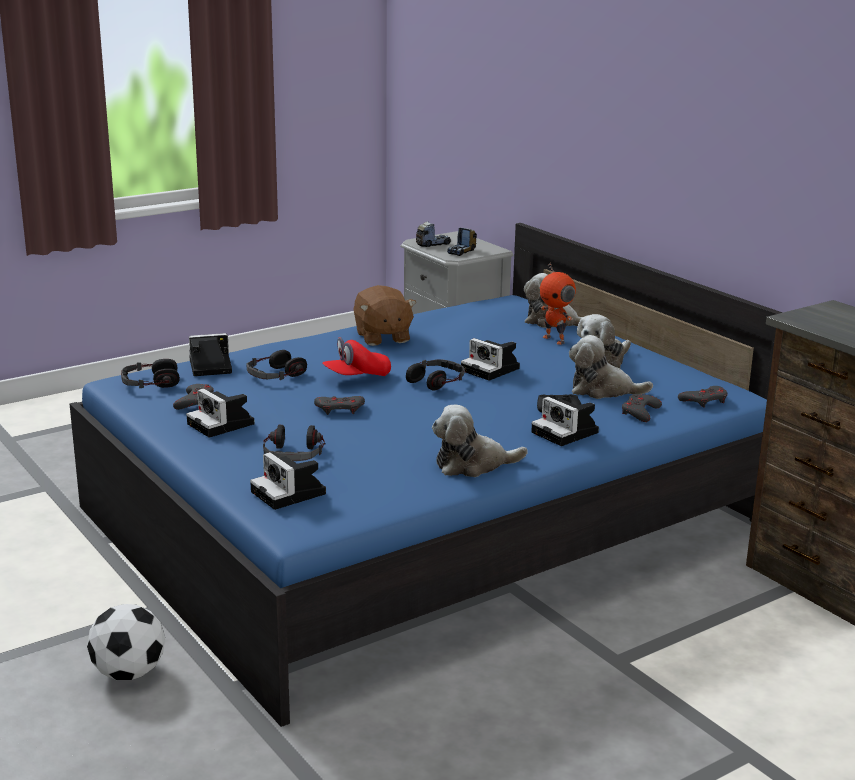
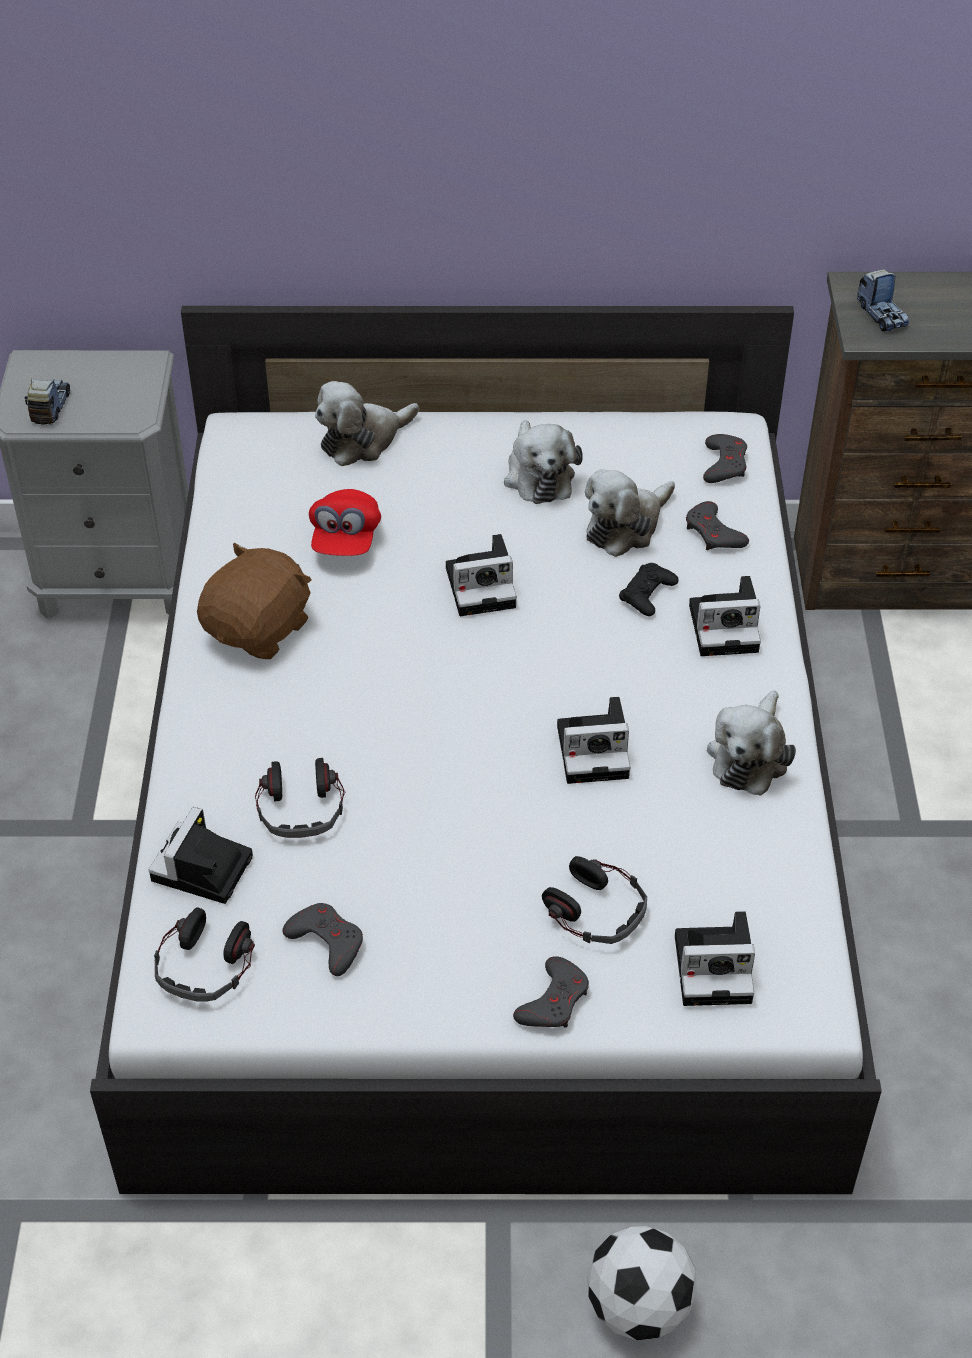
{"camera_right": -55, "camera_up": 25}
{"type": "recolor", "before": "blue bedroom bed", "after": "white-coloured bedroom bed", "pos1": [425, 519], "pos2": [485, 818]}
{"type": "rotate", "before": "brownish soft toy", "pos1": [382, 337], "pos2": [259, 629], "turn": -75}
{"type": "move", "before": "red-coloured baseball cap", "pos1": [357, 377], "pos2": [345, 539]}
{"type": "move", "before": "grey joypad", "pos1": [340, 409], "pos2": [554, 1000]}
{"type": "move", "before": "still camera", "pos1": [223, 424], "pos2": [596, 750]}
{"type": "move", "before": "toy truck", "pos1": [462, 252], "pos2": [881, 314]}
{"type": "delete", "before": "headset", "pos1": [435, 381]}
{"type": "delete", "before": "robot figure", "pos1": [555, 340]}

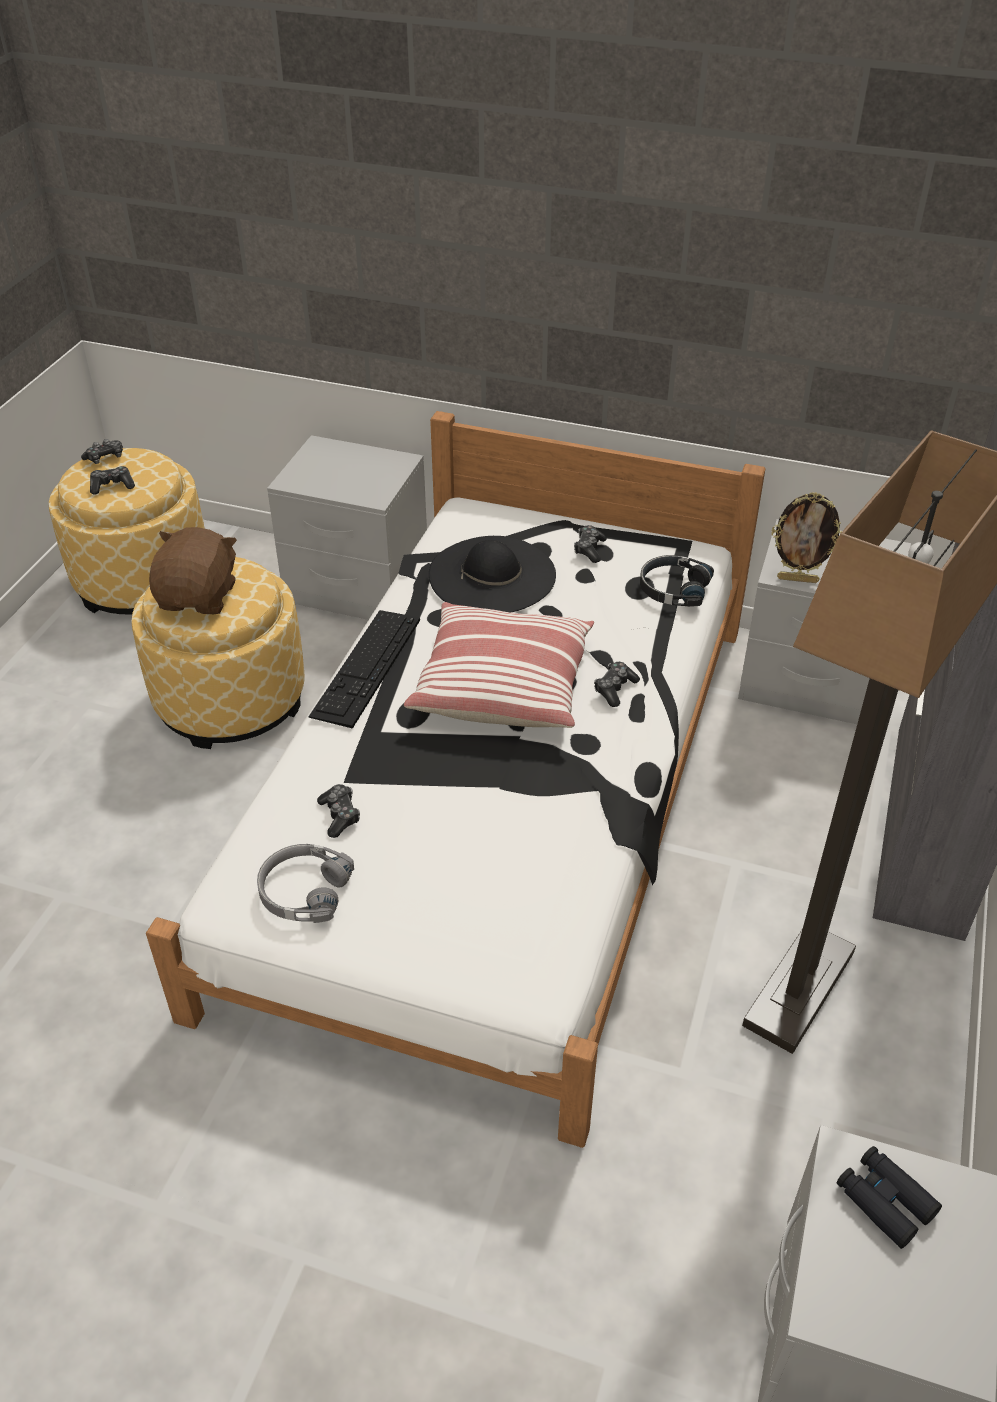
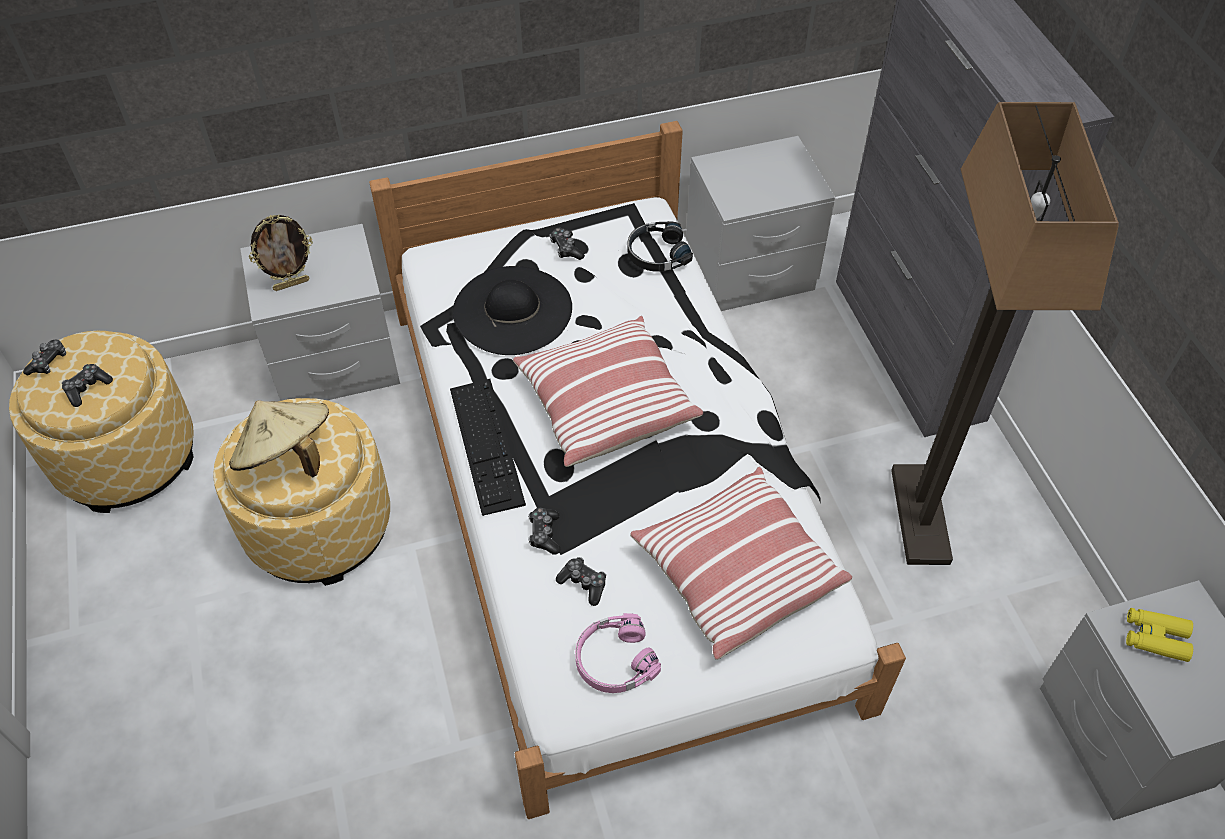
{"camera_right": -35, "camera_up": 10}
{"type": "replace", "before": "brownish soft toy", "after": "beige-coloured wearable hat", "pos1": [199, 597], "pos2": [287, 458]}
{"type": "move", "before": "photo frame", "pos1": [797, 579], "pos2": [291, 284]}
{"type": "move", "before": "joypad", "pos1": [614, 689], "pos2": [544, 534]}
{"type": "recolor", "before": "grey headset", "after": "pink headset", "pos1": [303, 891], "pos2": [614, 660]}
{"type": "insert", "after": "throw pillow", "pos2": [735, 573]}
{"type": "recolor", "before": "black pair of binoculars", "after": "yellow pair of binoculars", "pos1": [884, 1201], "pos2": [1155, 637]}

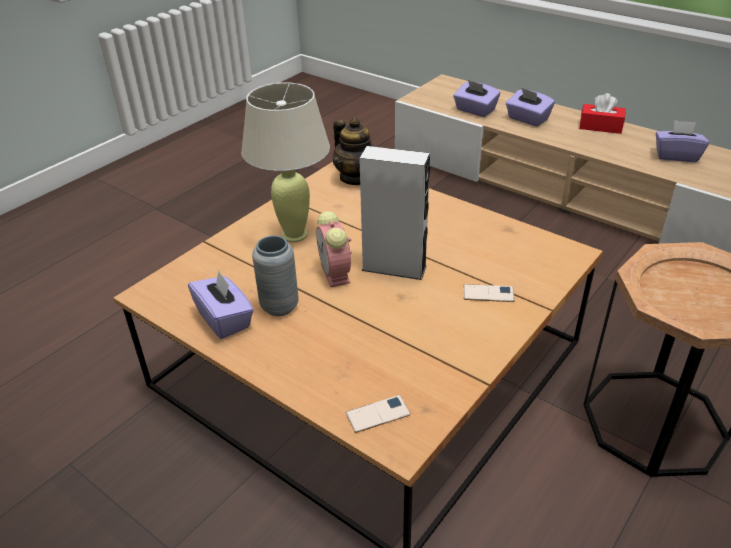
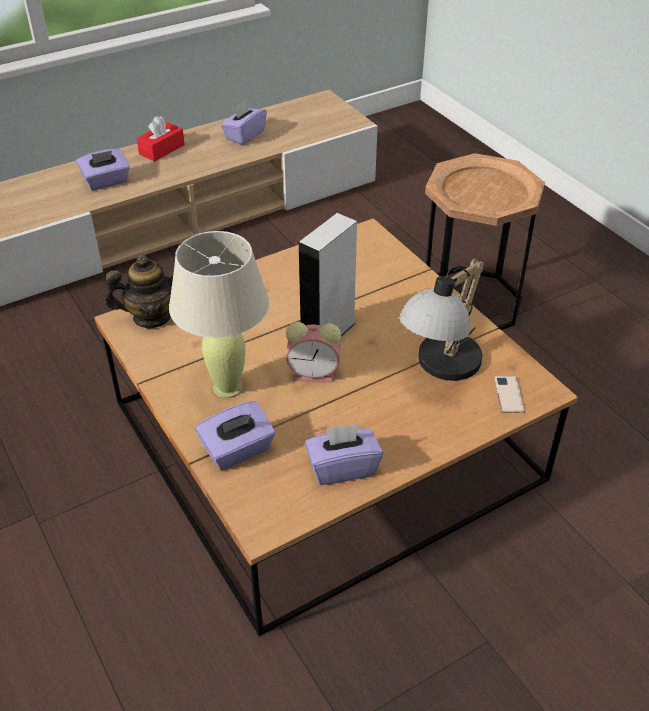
{"camera_right": -70, "camera_up": 5}
{"type": "move", "before": "purple-coloured box of tissues", "pos1": [475, 110], "pos2": [238, 450]}
{"type": "insert", "after": "table lamp", "pos2": [441, 369]}
{"type": "delete", "before": "grey decorative vase", "pos1": [279, 306]}
{"type": "delete", "before": "phone", "pos1": [488, 293]}

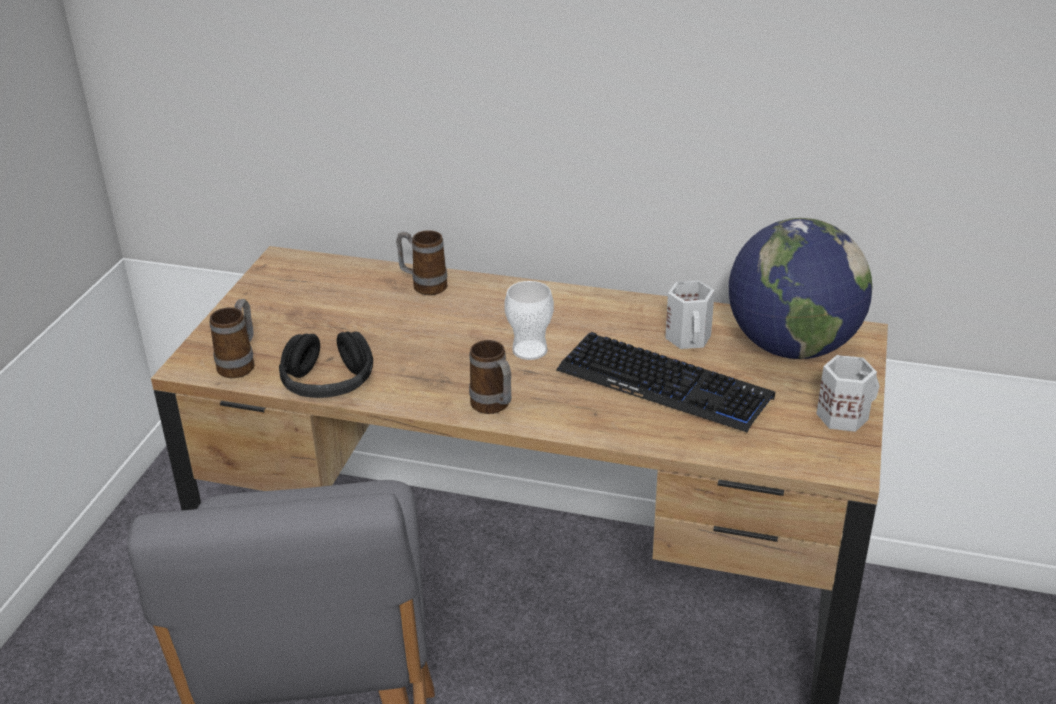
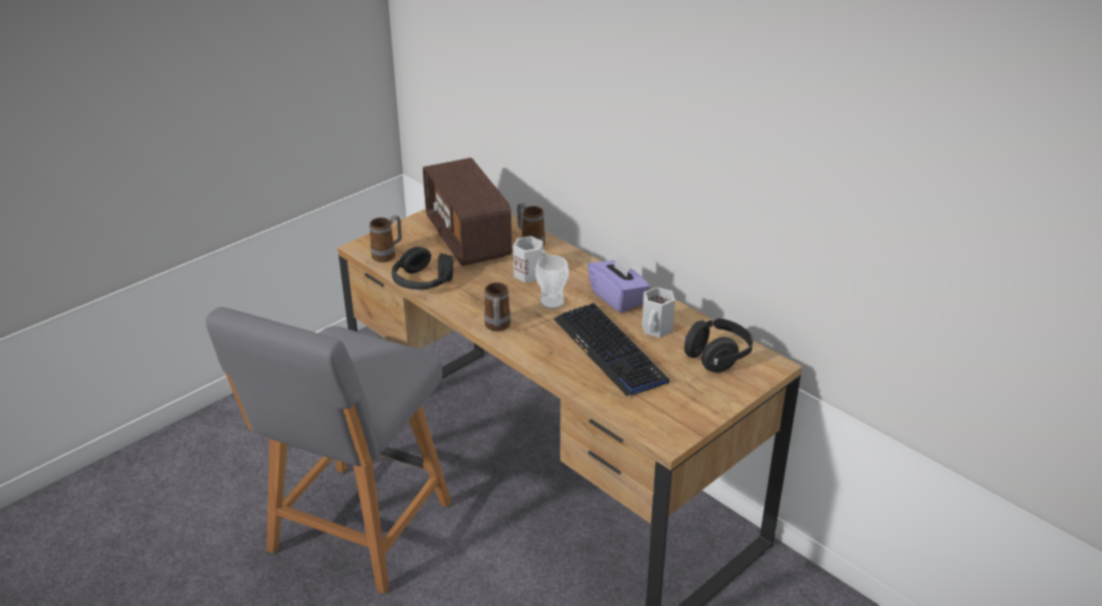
{"camera_right": 30, "camera_up": 0}
{"type": "insert", "after": "radio", "pos2": [468, 238]}
{"type": "move", "before": "white-coloured mug", "pos1": [843, 415], "pos2": [530, 273]}
{"type": "insert", "after": "purple-coloured box of tissues", "pos2": [618, 298]}
{"type": "replace", "before": "world globe", "after": "black headset", "pos1": [791, 347], "pos2": [717, 357]}

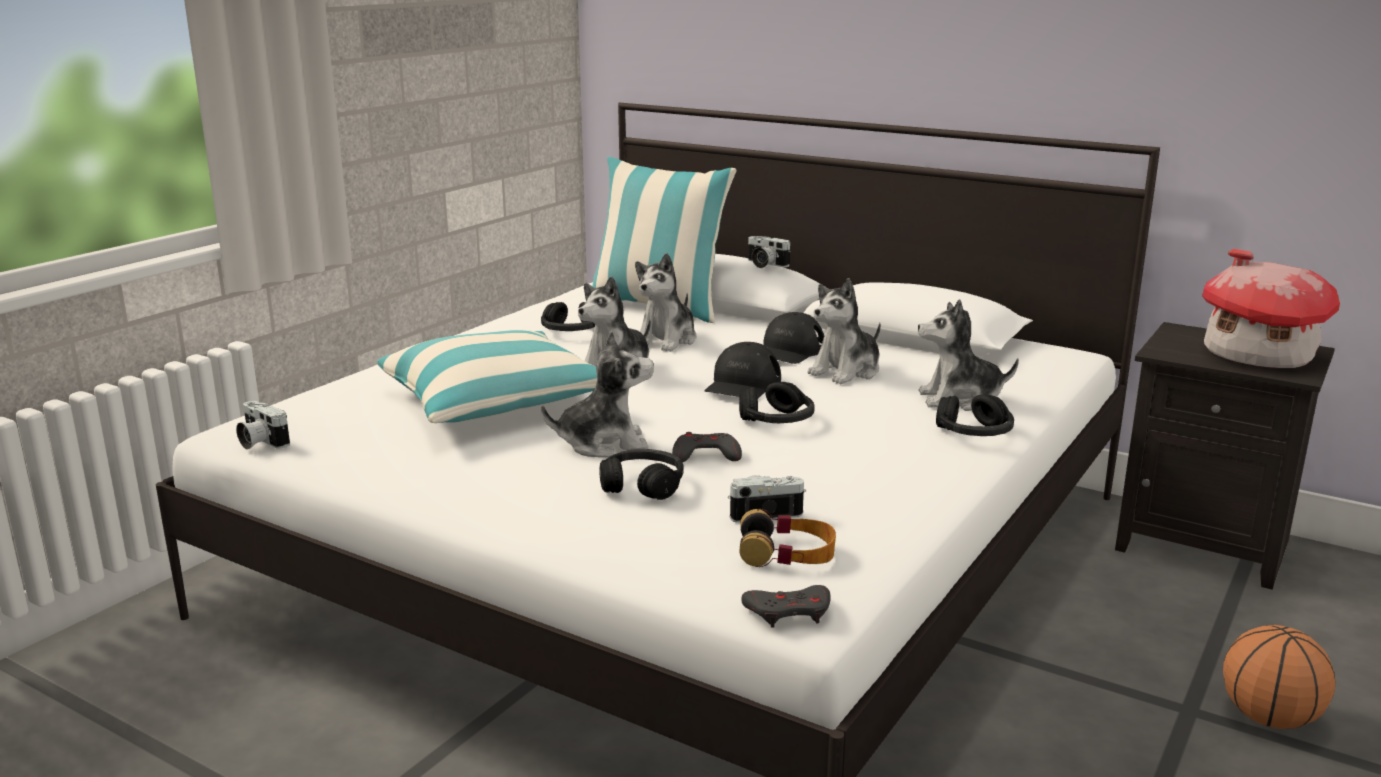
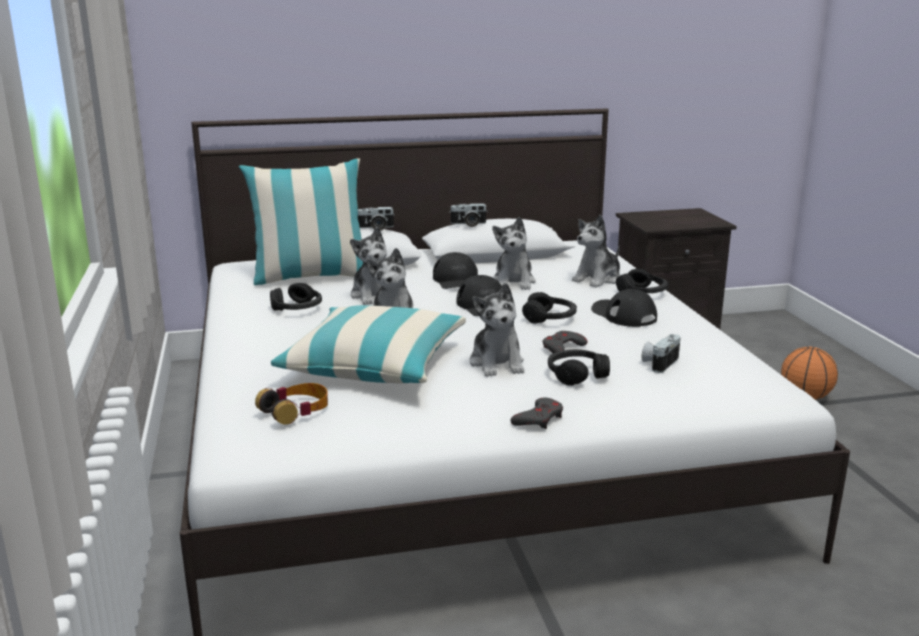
{"camera_right": -45, "camera_up": 0}
{"type": "move", "before": "headset", "pos1": [787, 553], "pos2": [295, 410]}
{"type": "move", "before": "still camera", "pos1": [260, 442], "pos2": [468, 224]}
{"type": "rotate", "before": "soft toy", "pos1": [603, 443], "pos2": [497, 363], "turn": 135}
{"type": "move", "before": "grey joypad", "pos1": [789, 612], "pos2": [539, 419]}
{"type": "insert", "after": "black baseball cap", "pos2": [623, 315]}
{"type": "delete", "before": "toy house", "pos1": [1255, 355]}

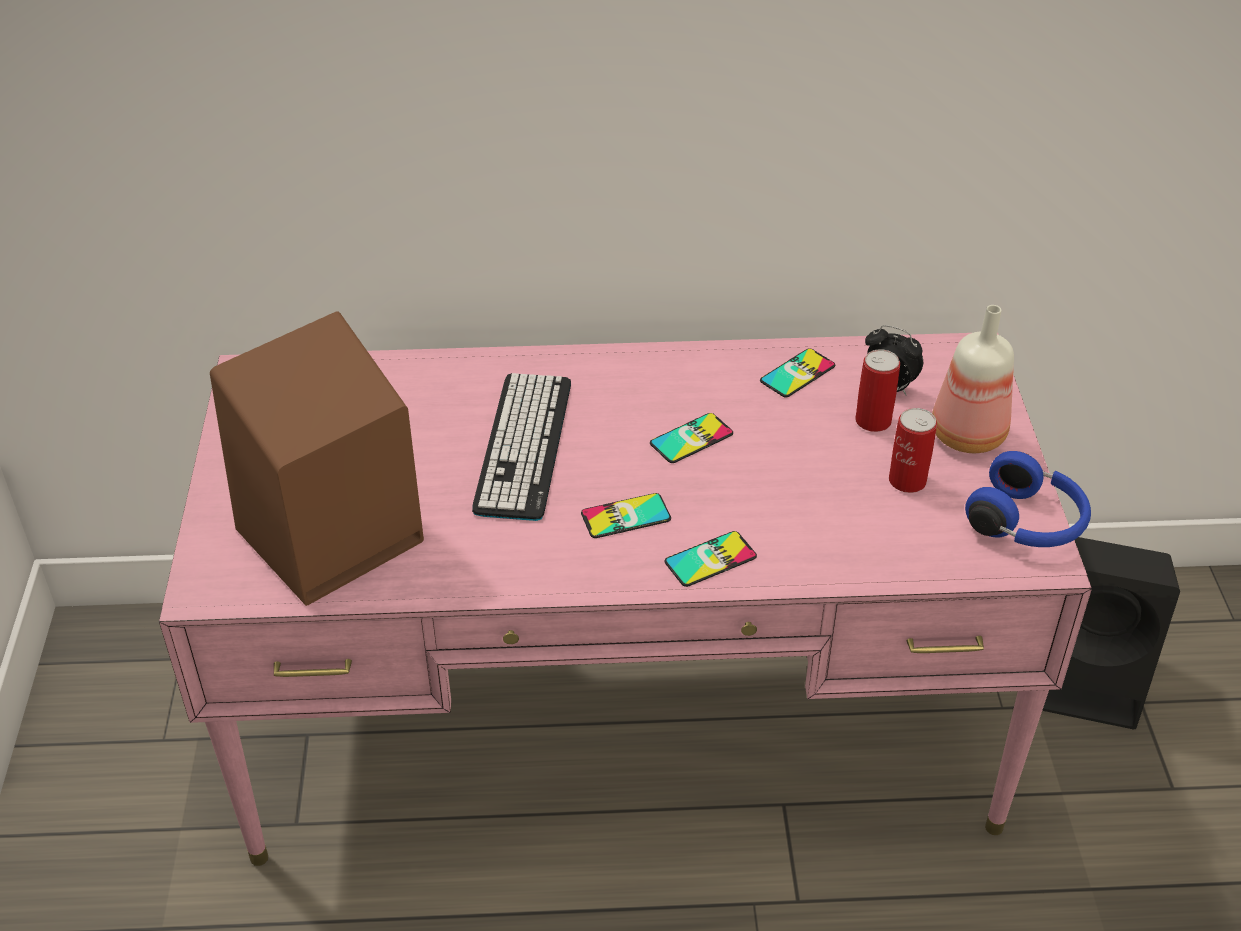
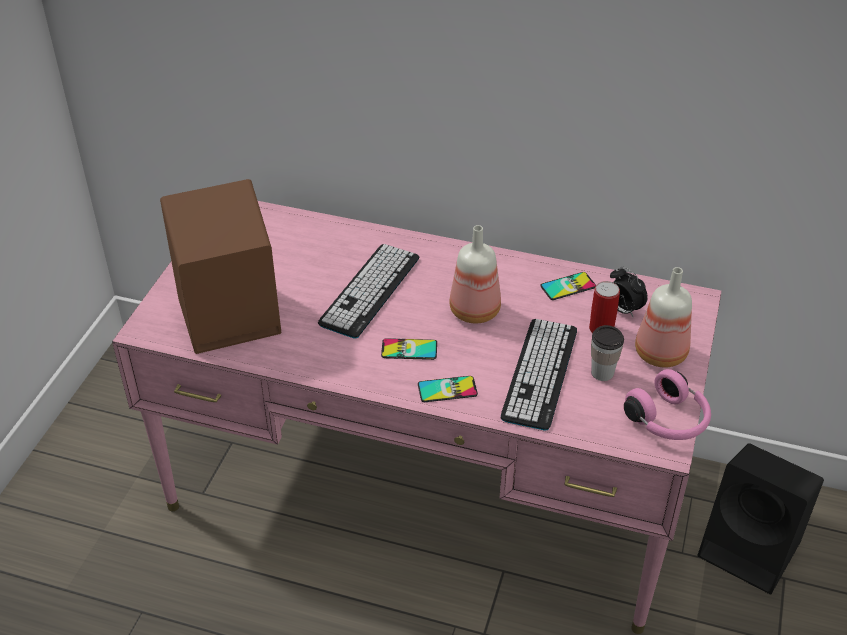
{"camera_right": 20, "camera_up": 0}
{"type": "replace", "before": "phone", "after": "drink bottle", "pos1": [691, 439], "pos2": [476, 311]}
{"type": "insert", "after": "computer keyboard", "pos2": [540, 373]}
{"type": "replace", "before": "sealed can", "after": "drinking cup", "pos1": [907, 481], "pos2": [602, 373]}
{"type": "recolor", "before": "blue headset", "after": "pink headset", "pos1": [1027, 523], "pos2": [668, 421]}

